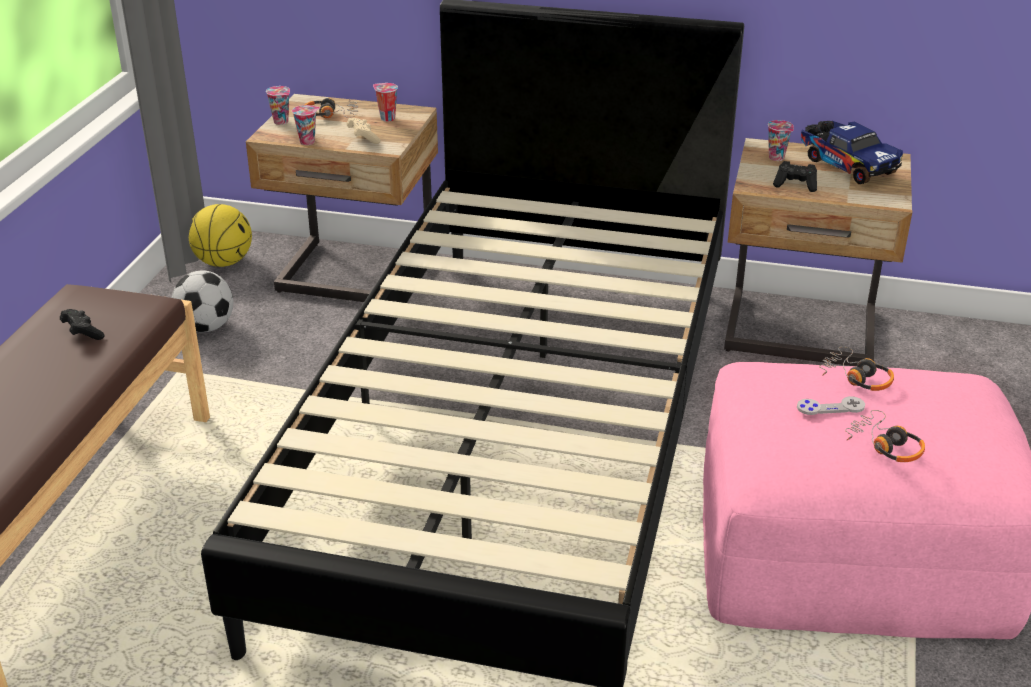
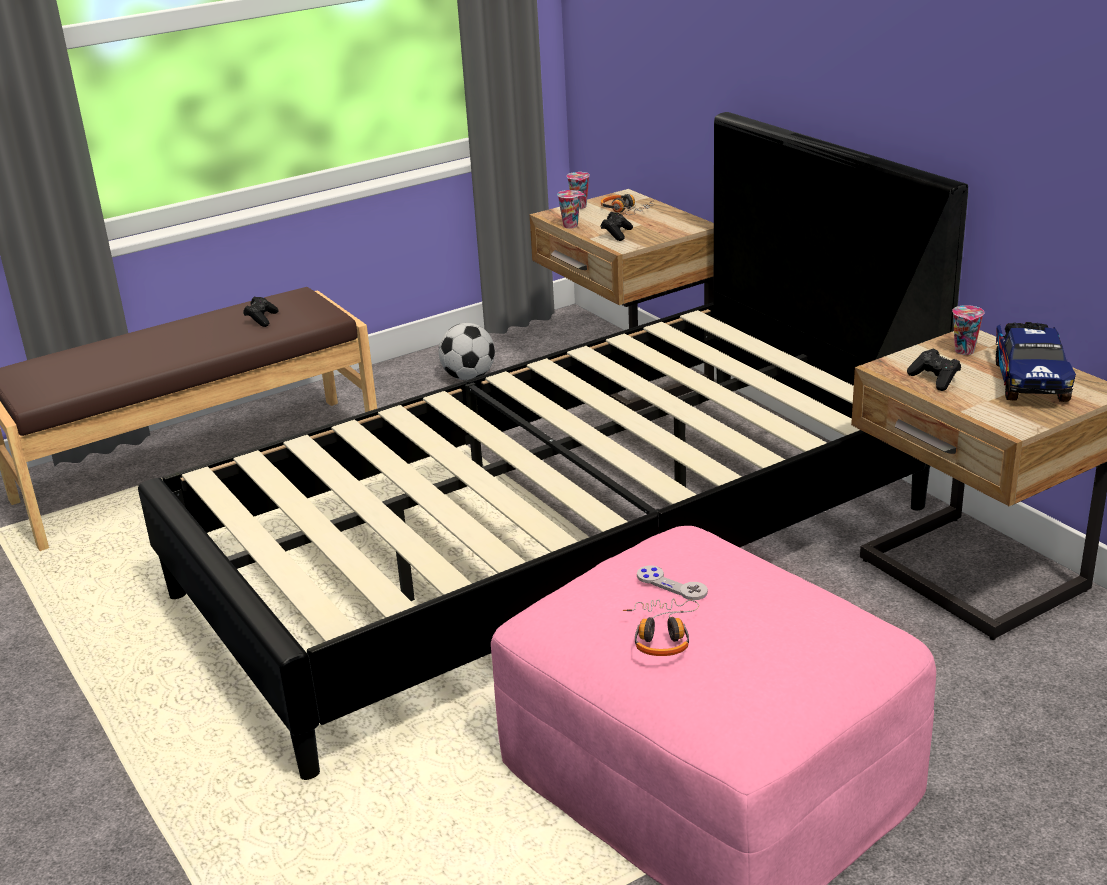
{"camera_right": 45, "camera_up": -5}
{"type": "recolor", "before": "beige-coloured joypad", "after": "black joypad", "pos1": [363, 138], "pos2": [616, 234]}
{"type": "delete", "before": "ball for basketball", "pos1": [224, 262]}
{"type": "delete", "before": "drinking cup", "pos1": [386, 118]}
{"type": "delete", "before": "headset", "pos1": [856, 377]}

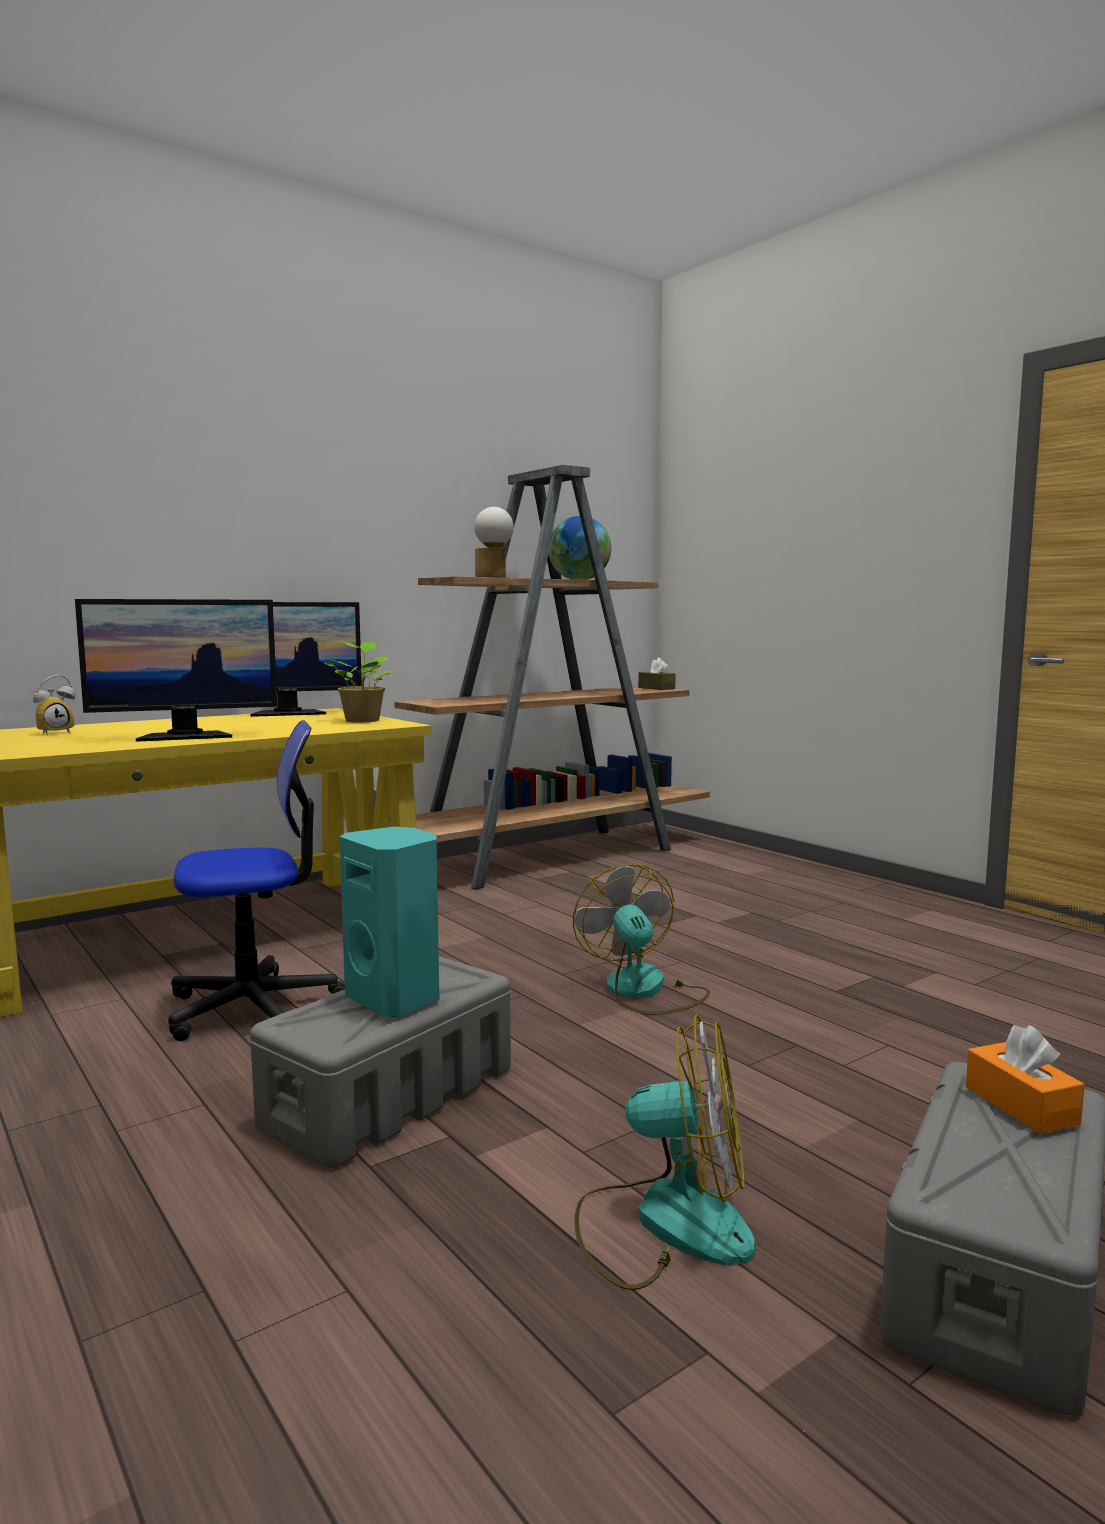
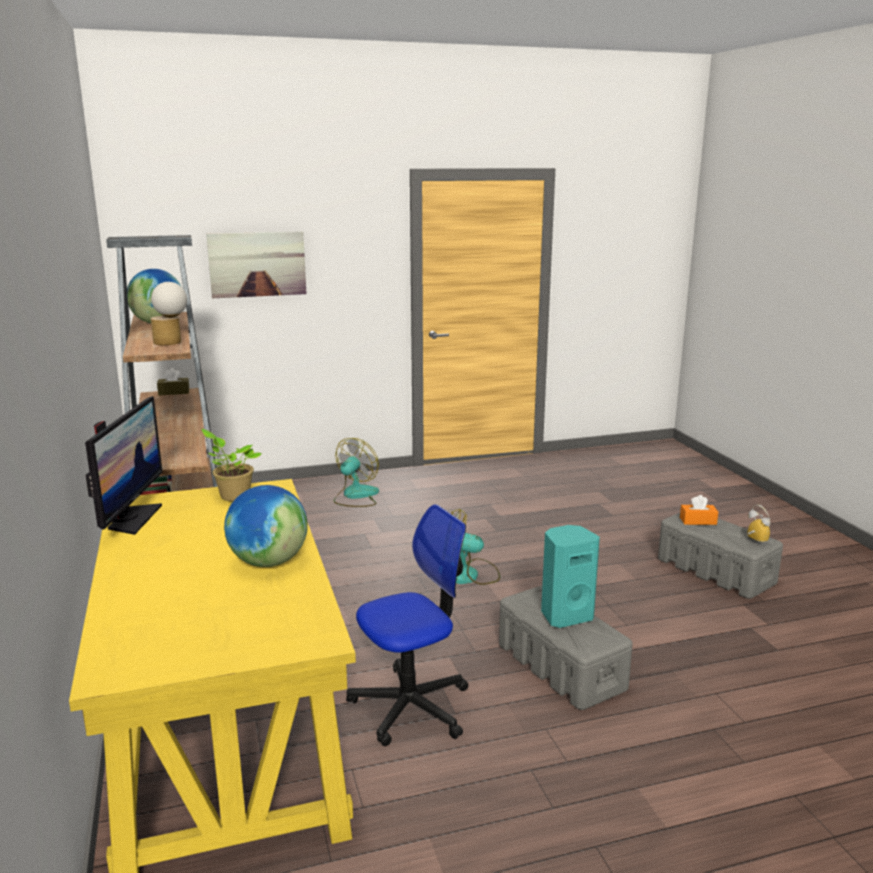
{"camera_right": -70, "camera_up": 10}
{"type": "insert", "after": "wall picture", "pos2": [257, 264]}
{"type": "replace", "before": "monitor", "after": "world globe", "pos1": [185, 736], "pos2": [268, 562]}
{"type": "move", "before": "fan", "pos1": [665, 1223], "pos2": [355, 496]}
{"type": "rotate", "before": "desk chair", "pos1": [254, 1008], "pos2": [411, 706], "turn": 60}
{"type": "move", "before": "alarm clock", "pos1": [55, 732], "pos2": [753, 541]}

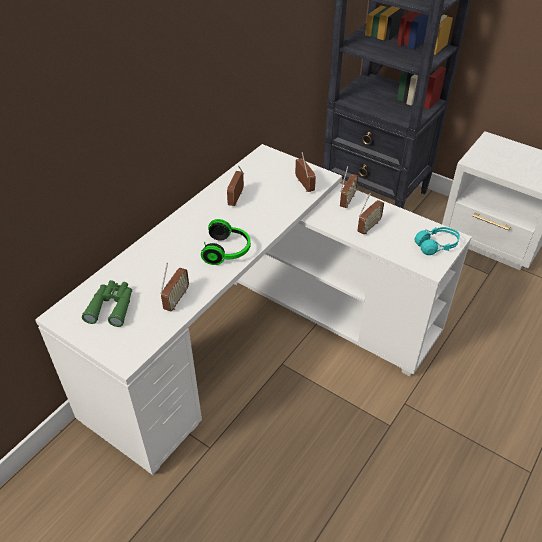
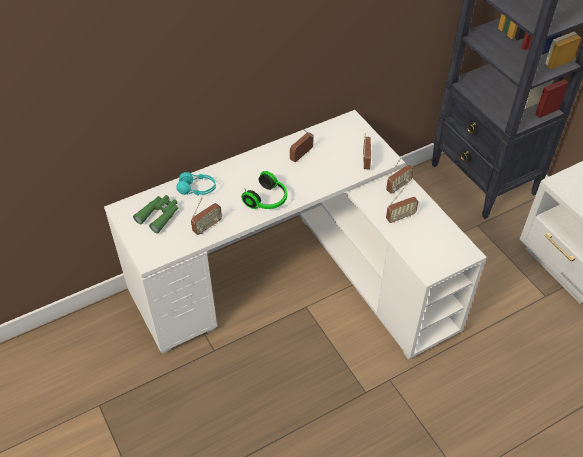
{"camera_right": 25, "camera_up": 5}
{"type": "move", "before": "blue-green headset", "pos1": [436, 246], "pos2": [197, 189]}

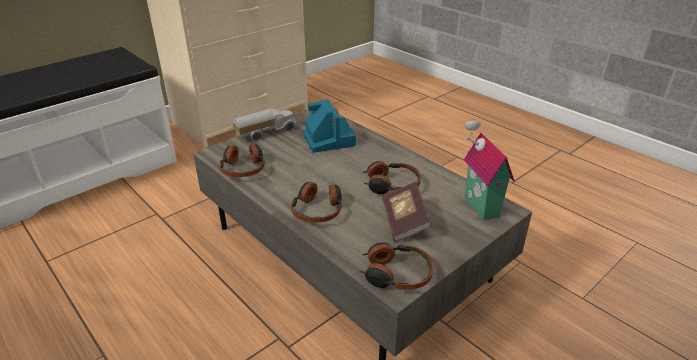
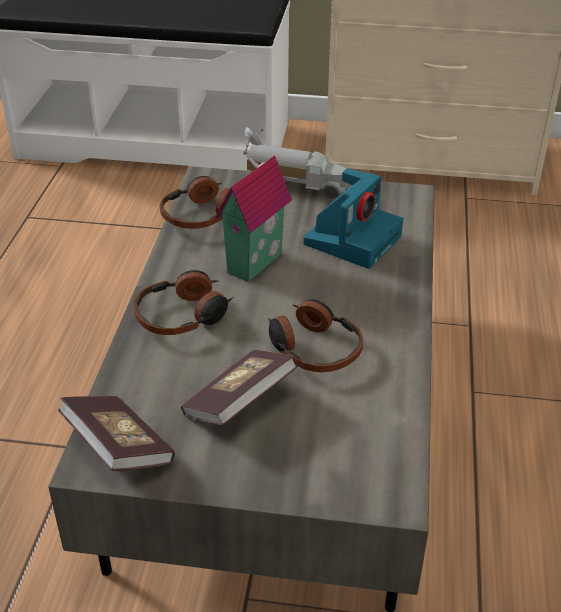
{"camera_right": 50, "camera_up": 5}
{"type": "replace", "before": "headset", "after": "book", "pos1": [395, 274], "pos2": [118, 448]}
{"type": "move", "before": "toy house", "pos1": [478, 207], "pos2": [251, 261]}

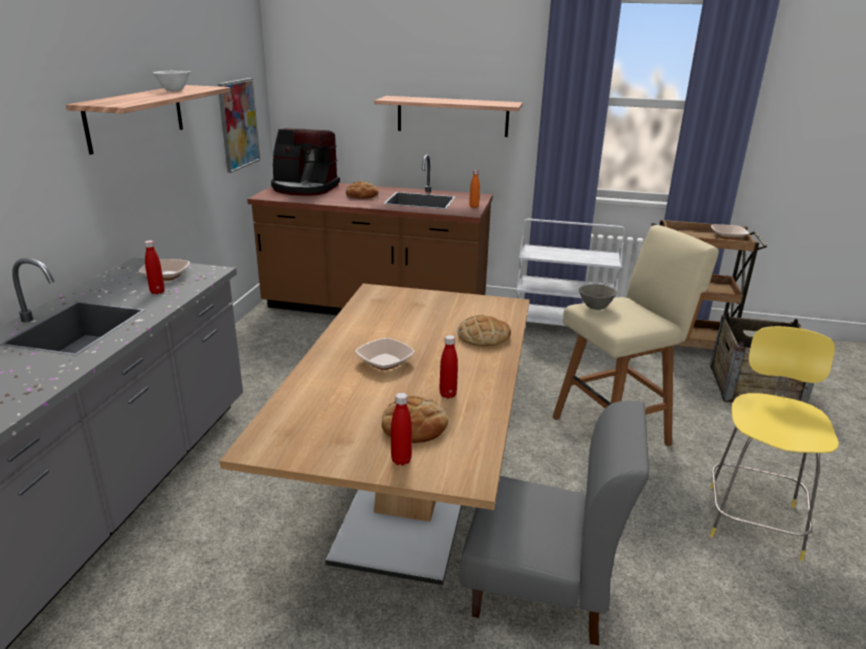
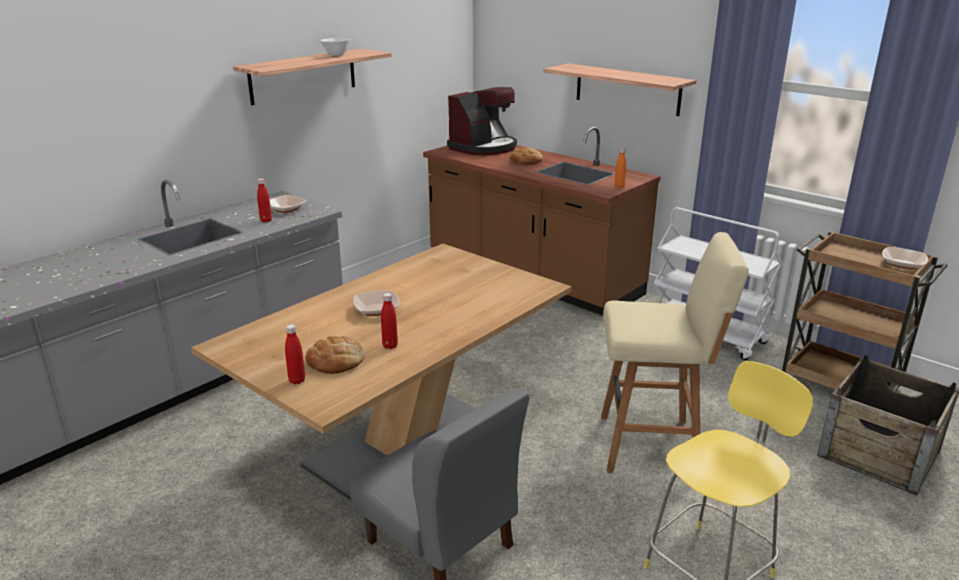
{"camera_right": 30, "camera_up": 0}
{"type": "rotate", "before": "coffee brewer", "pos1": [304, 188], "pos2": [484, 147], "turn": -90}
{"type": "delete", "before": "wall picture", "pos1": [238, 124]}
{"type": "delete", "before": "bakery bread", "pos1": [483, 336]}
{"type": "delete", "before": "grey serving bowl", "pos1": [595, 308]}

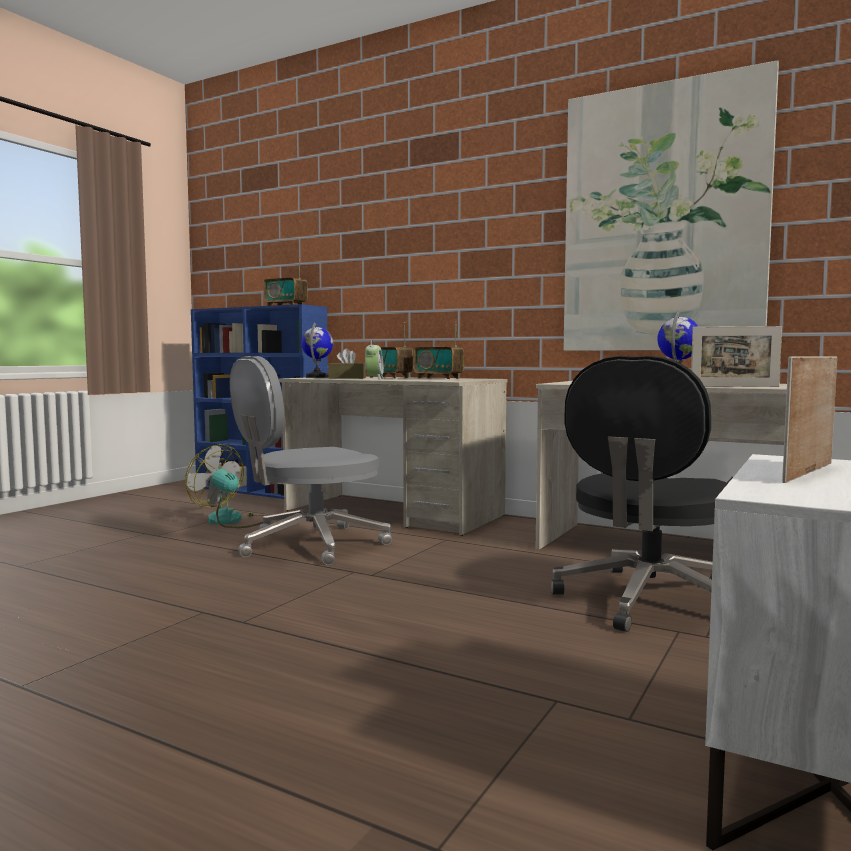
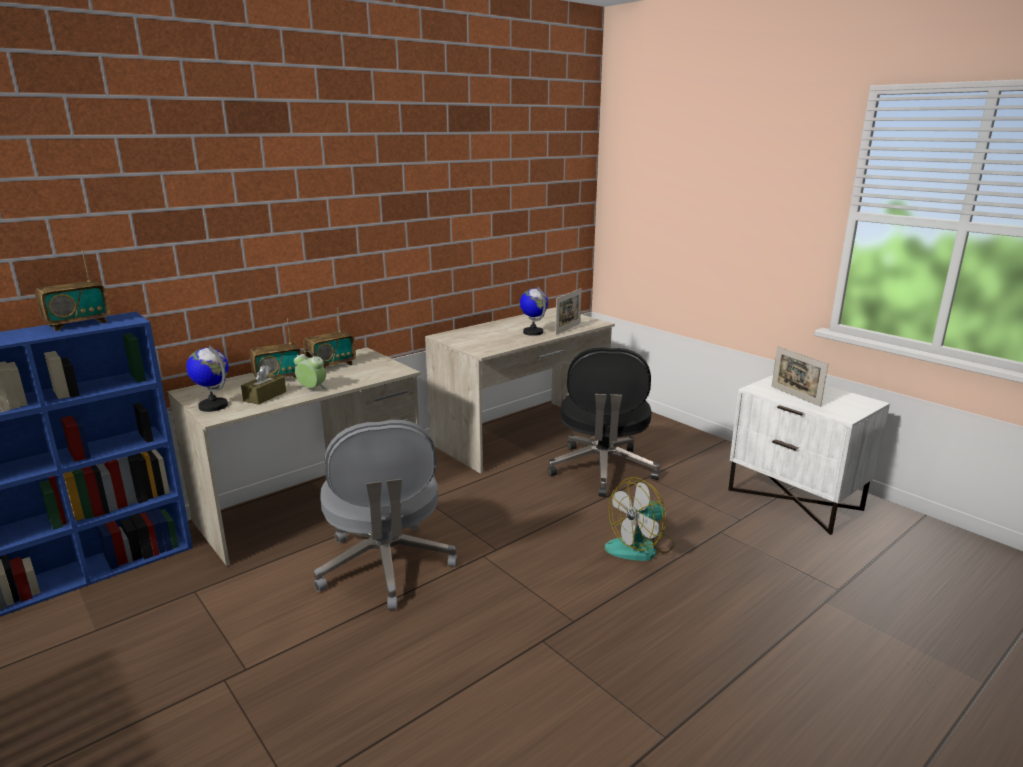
{"camera_right": -70, "camera_up": 15}
{"type": "rotate", "before": "black desk chair", "pos1": [648, 601], "pos2": [602, 470], "turn": 45}
{"type": "move", "before": "fan", "pos1": [232, 521], "pos2": [640, 546]}
{"type": "delete", "before": "wall picture", "pos1": [663, 219]}

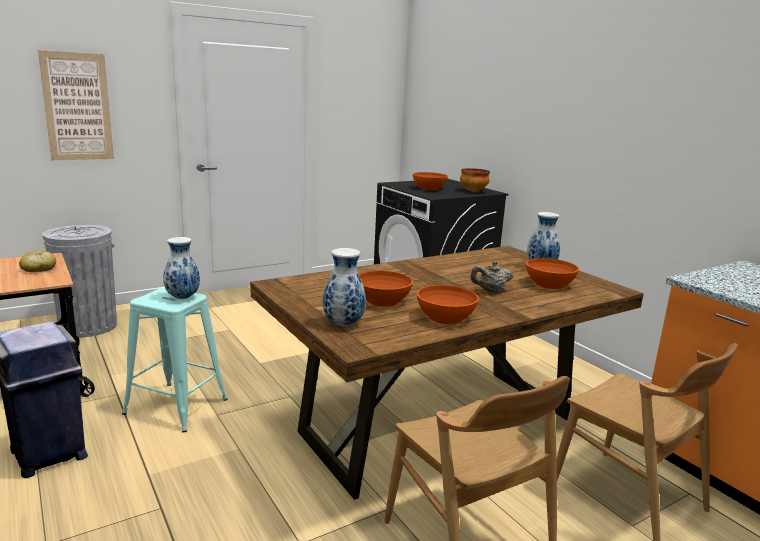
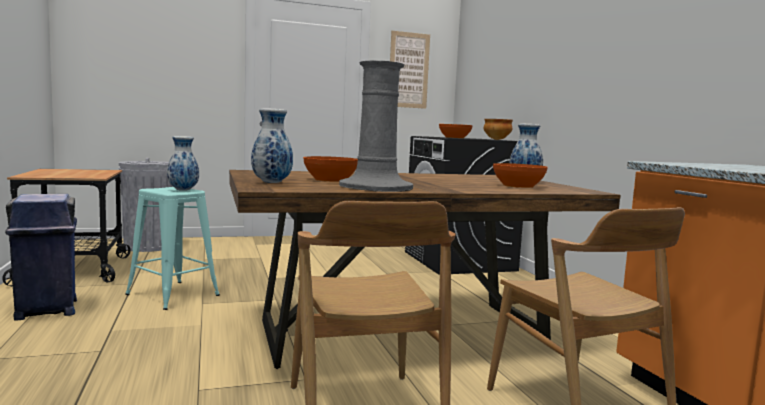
{"camera_right": 15, "camera_up": -10}
{"type": "replace", "before": "orange-coloured serving bowl", "after": "grey decorative vase", "pos1": [445, 318], "pos2": [375, 187]}
{"type": "move", "before": "wall picture", "pos1": [77, 107], "pos2": [408, 70]}
{"type": "delete", "before": "bakery bread", "pos1": [38, 268]}
{"type": "delete", "before": "beige-coloured teapot", "pos1": [490, 291]}

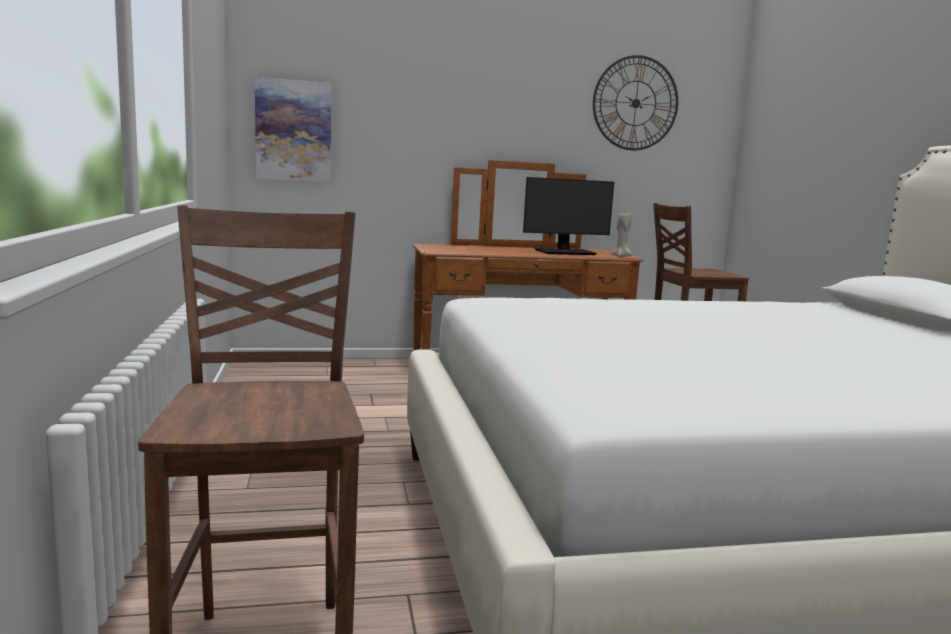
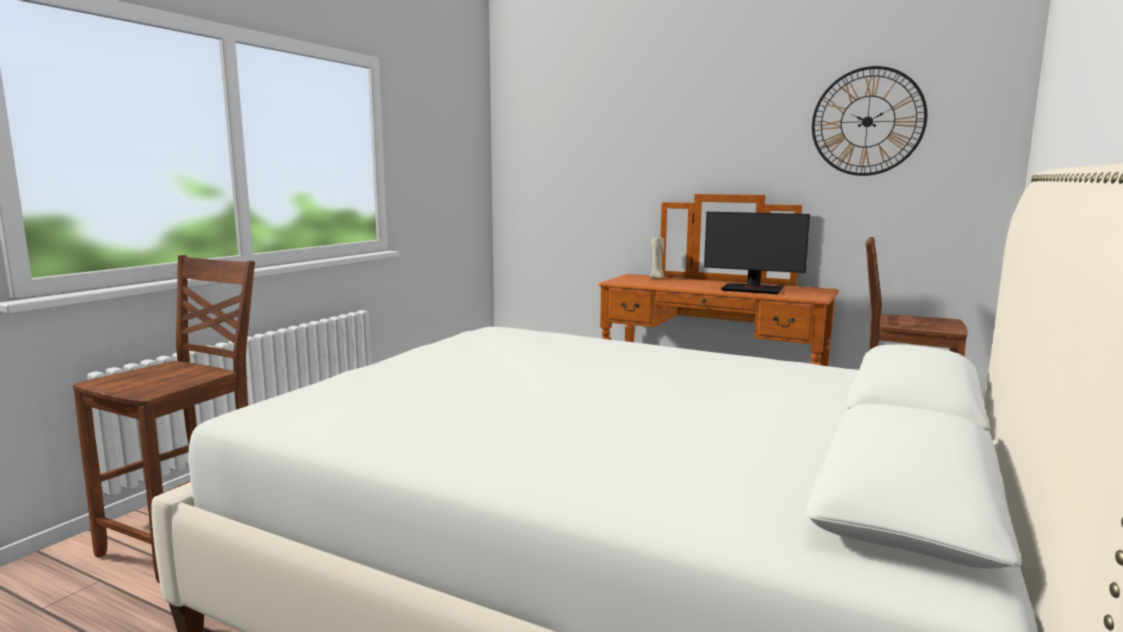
{"camera_right": 40, "camera_up": 0}
{"type": "move", "before": "beige-coloured candle", "pos1": [621, 256], "pos2": [657, 278]}
{"type": "delete", "before": "wall picture", "pos1": [293, 131]}

